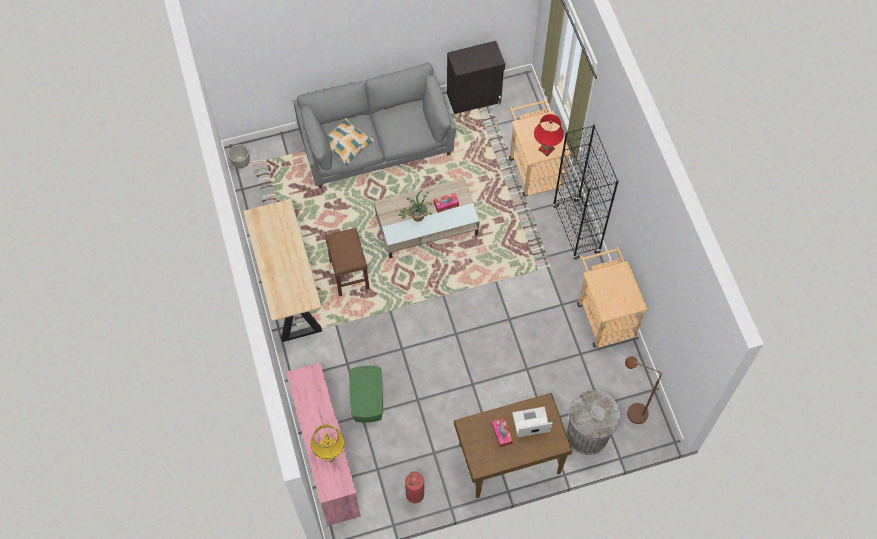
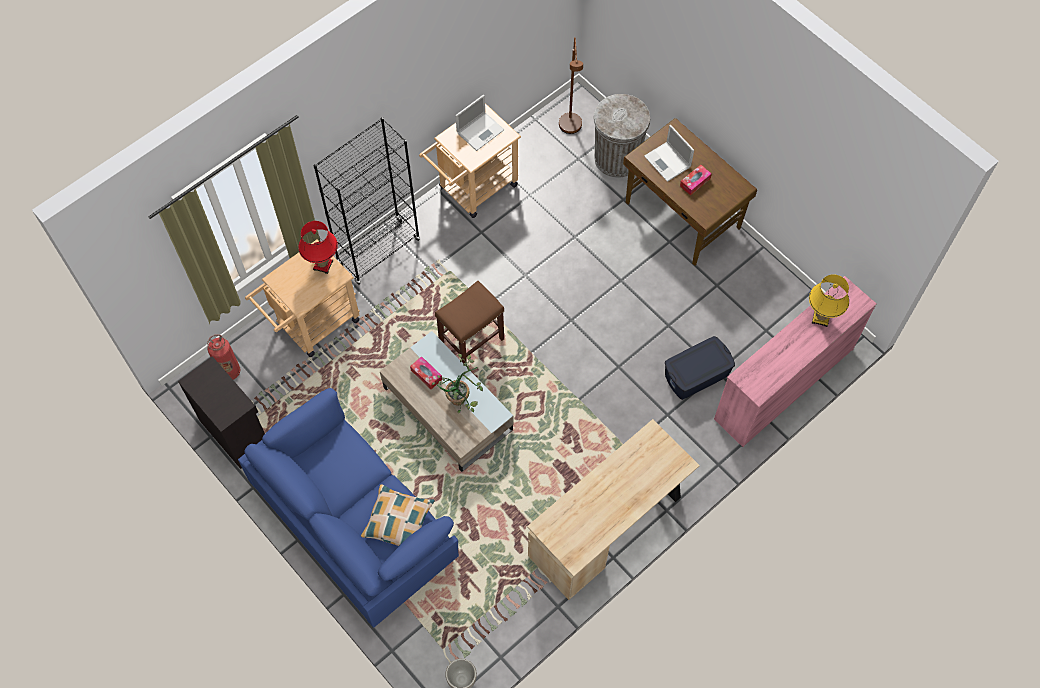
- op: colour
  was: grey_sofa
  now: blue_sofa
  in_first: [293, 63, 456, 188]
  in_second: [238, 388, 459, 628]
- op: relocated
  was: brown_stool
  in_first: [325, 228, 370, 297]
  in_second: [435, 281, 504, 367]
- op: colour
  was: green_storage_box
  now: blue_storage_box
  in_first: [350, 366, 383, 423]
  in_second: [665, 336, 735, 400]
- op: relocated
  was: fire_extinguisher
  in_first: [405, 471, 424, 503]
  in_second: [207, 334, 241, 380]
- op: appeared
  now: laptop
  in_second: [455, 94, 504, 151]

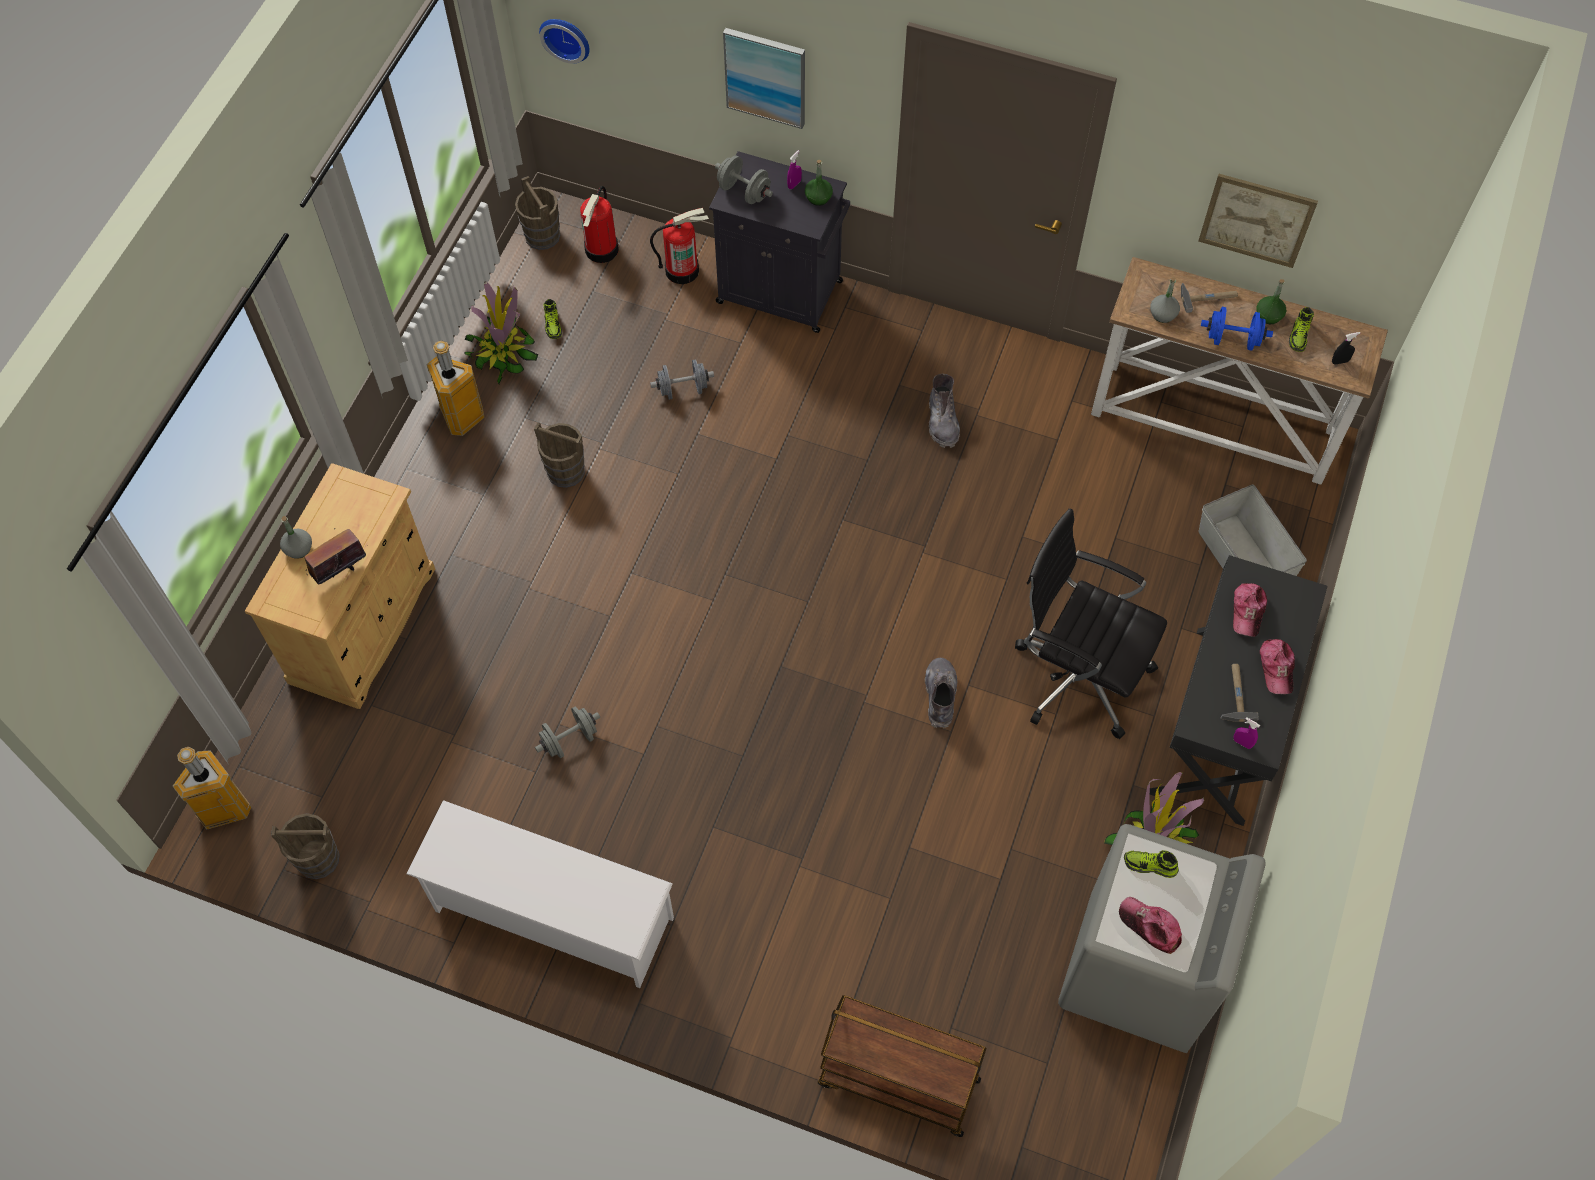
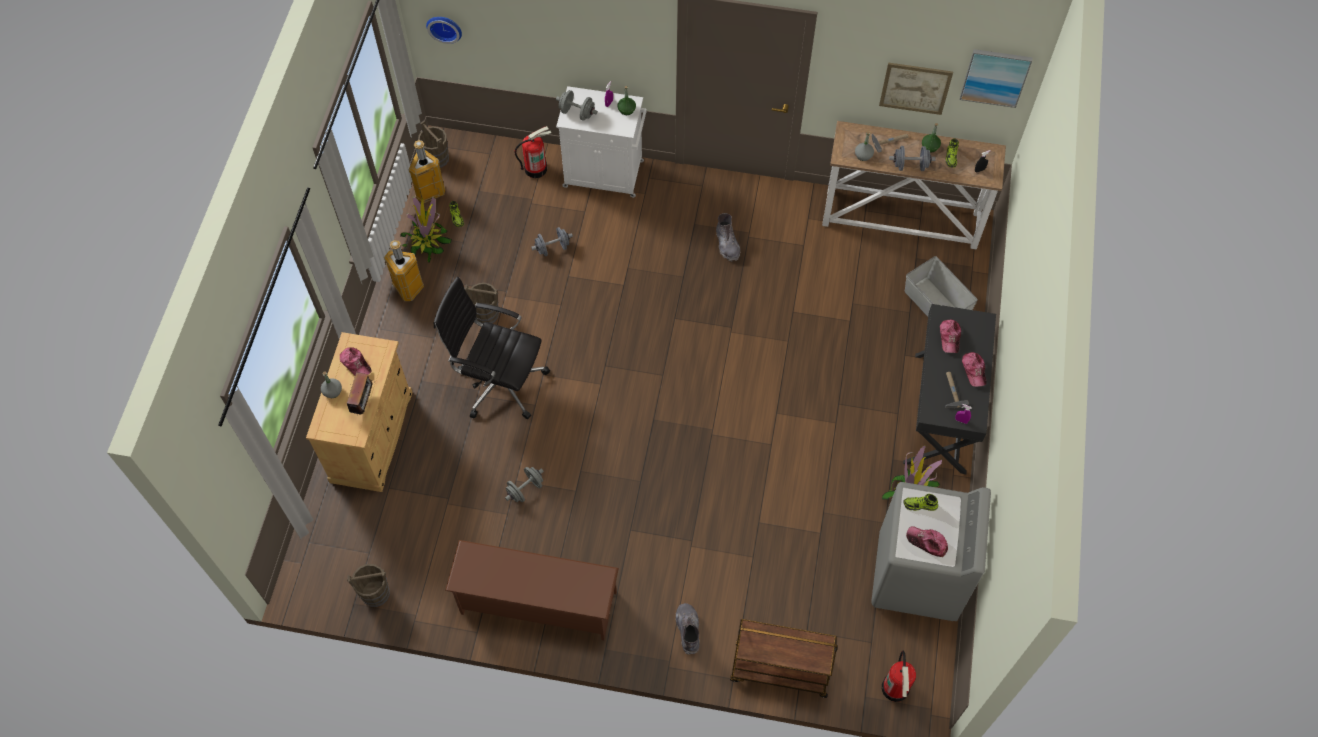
- op: relocated
  was: trash_can
  in_first: [173, 747, 252, 830]
  in_second: [409, 140, 445, 203]
- op: spun
  was: radio
  in_first: [304, 529, 366, 584]
  in_second: [347, 372, 375, 415]
  clockwise: 150
- op: colour
  was: white_shoe_rack
  now: brown_shoe_rack
  in_first: [407, 800, 674, 988]
  in_second: [445, 540, 619, 640]
- op: relocated
  was: fire_extinguisher
  in_first: [580, 186, 619, 263]
  in_second: [882, 651, 916, 702]
- op: colour
  was: black_cabinet
  now: white_cabinet
  in_first: [709, 151, 850, 333]
  in_second: [556, 86, 647, 198]
- op: relocated
  was: picture
  in_first: [723, 28, 805, 129]
  in_second: [960, 49, 1033, 108]
- op: relocated
  was: grey_boot
  in_first: [925, 658, 958, 728]
  in_second: [675, 603, 700, 655]
- op: relocated
  was: black_office_chair
  in_first: [1015, 508, 1167, 739]
  in_second: [433, 277, 550, 419]
- op: colour
  was: blue_dumbbell
  now: grey_dumbbell
  in_first: [1201, 307, 1273, 351]
  in_second: [889, 146, 936, 171]
- op: appeared
  now: cap
  in_second: [340, 347, 372, 375]

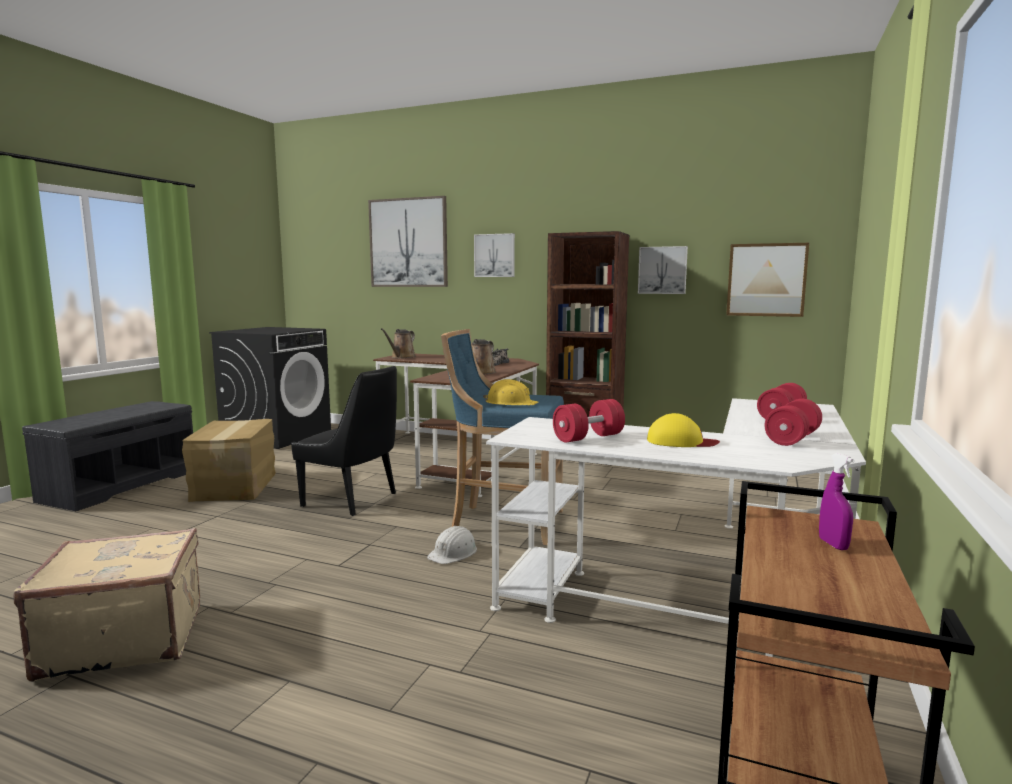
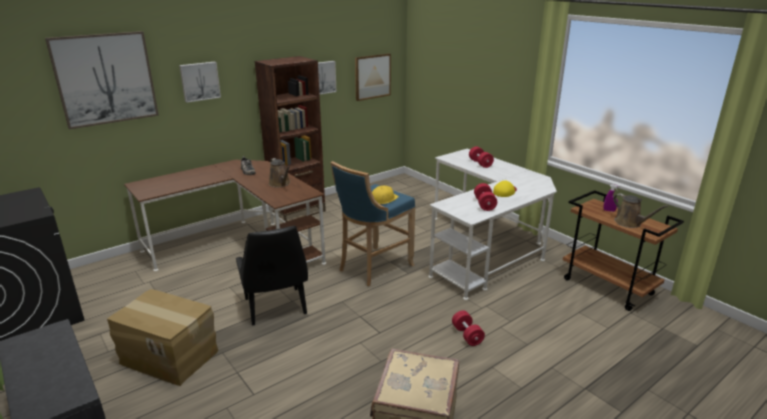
- op: spun
  was: black_chair
  in_first: [291, 366, 397, 516]
  in_second: [236, 226, 308, 325]
  clockwise: 105
- op: relocated
  was: brown_watering_can
  in_first: [381, 328, 416, 359]
  in_second: [613, 193, 669, 228]
- op: missing
  was: white_hard_hat
  in_first: [427, 526, 477, 564]
- op: relocated
  was: red_dumbbell
  in_first: [764, 399, 822, 446]
  in_second: [452, 310, 485, 346]

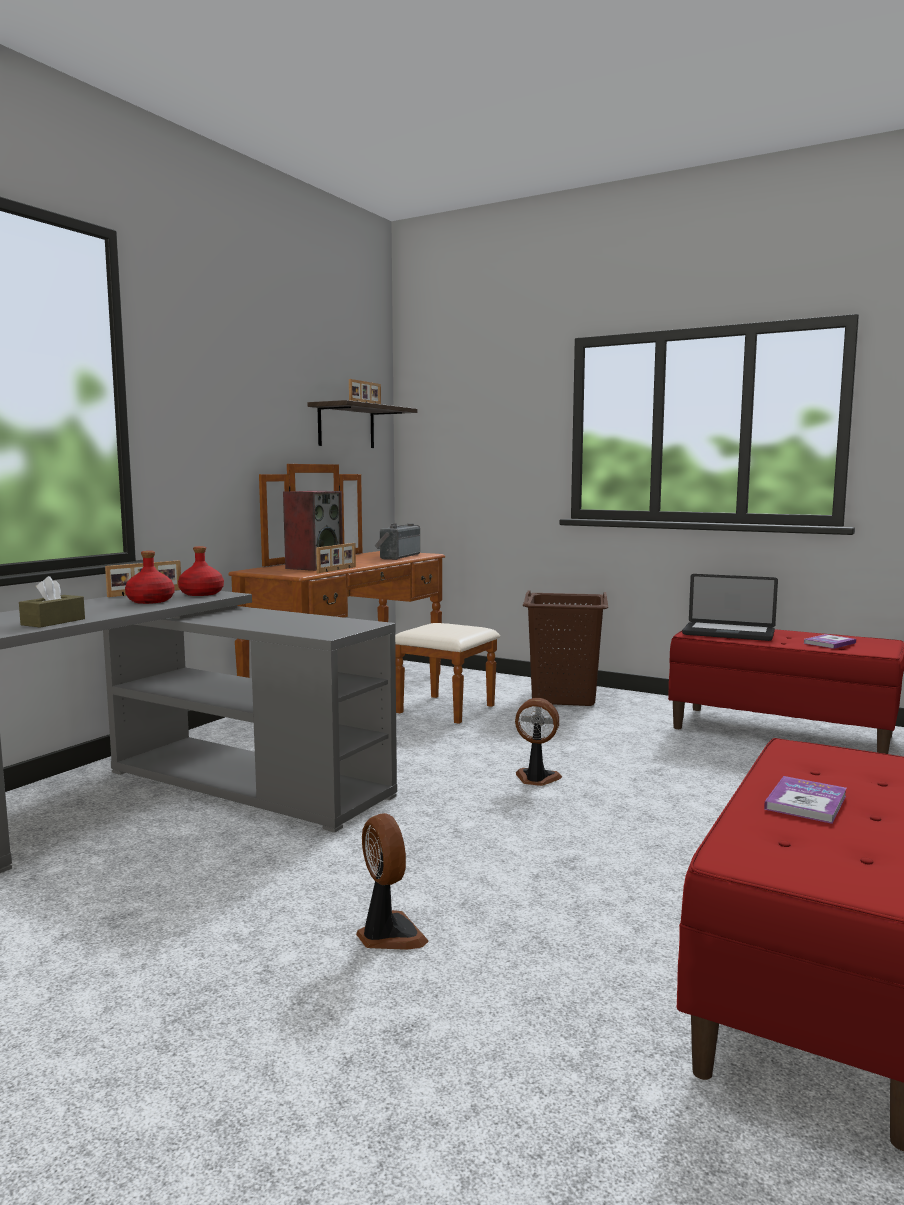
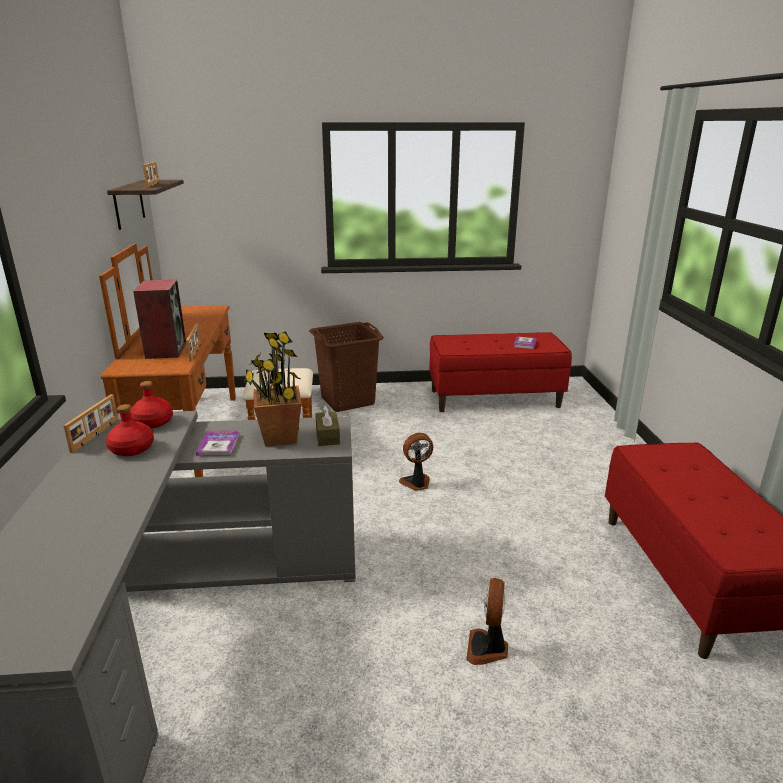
- op: relocated
  was: brown_tissue_box
  in_first: [19, 576, 85, 628]
  in_second: [315, 405, 340, 446]
- op: spun
  was: fan
  in_first: [356, 813, 429, 950]
  in_second: [466, 578, 508, 665]
  clockwise: -105
- op: missing
  was: radio
  in_first: [374, 523, 420, 560]
- op: missing
  was: laptop
  in_first: [682, 574, 778, 641]
- op: relocated
  was: book
  in_first: [764, 776, 847, 824]
  in_second: [196, 430, 240, 456]
- op: appeared
  now: potted_plant
  in_second: [244, 331, 302, 446]

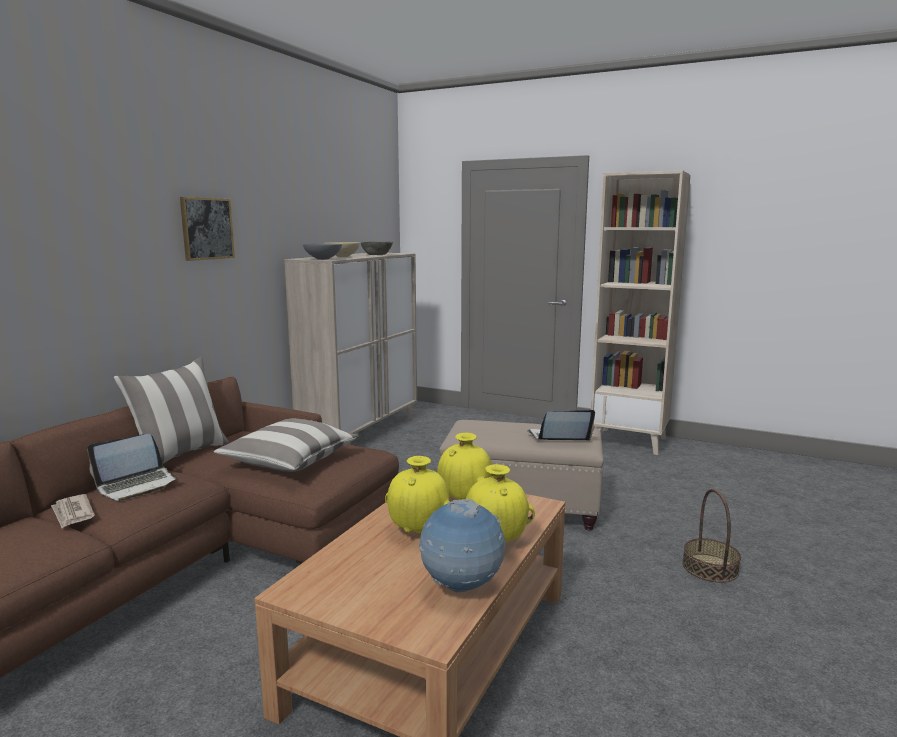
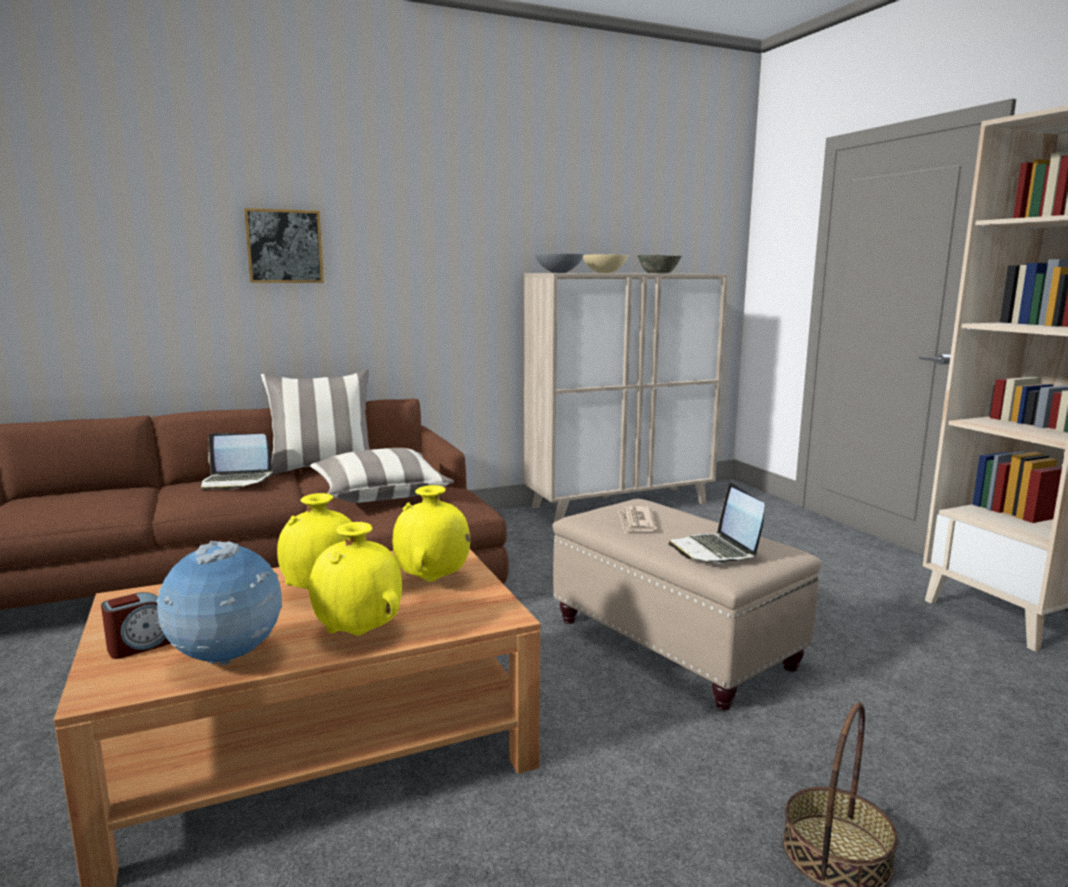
- op: relocated
  was: newspaper
  in_first: [51, 494, 95, 528]
  in_second: [618, 506, 657, 533]
- op: relocated
  was: picture
  in_first: [180, 197, 235, 261]
  in_second: [244, 208, 324, 283]
- op: spun
  was: laptop
  in_first: [527, 410, 595, 441]
  in_second: [669, 483, 765, 564]
  clockwise: -135
- op: appeared
  now: alarm_clock
  in_second: [101, 592, 171, 659]

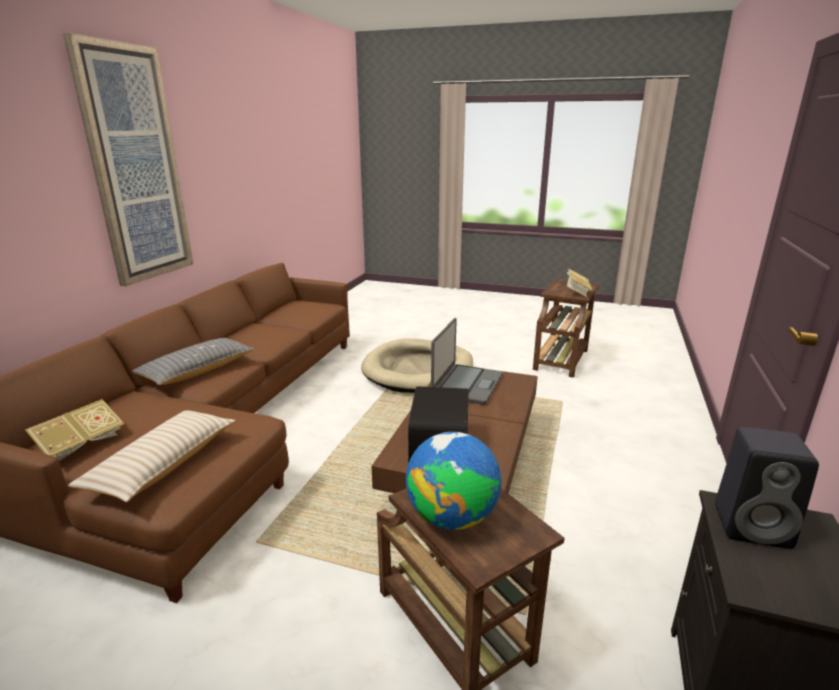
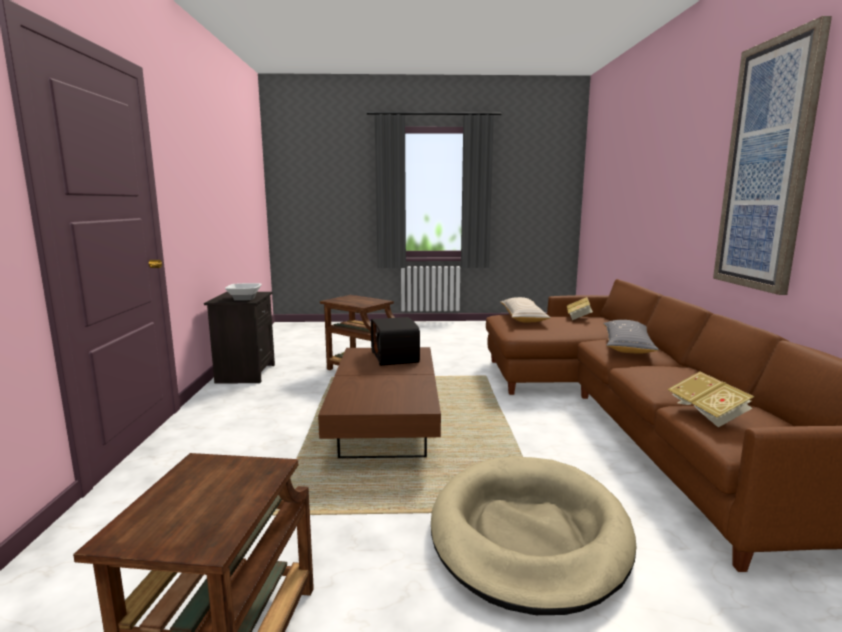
- op: missing
  was: globe
  in_first: [406, 432, 501, 530]
- op: missing
  was: laptop
  in_first: [431, 318, 502, 405]
- op: relocated
  was: book
  in_first: [565, 268, 593, 296]
  in_second: [667, 371, 754, 427]
- op: exchanged
  was: black_speaker
  now: bowl
  in_first: [715, 427, 819, 549]
  in_second: [225, 283, 262, 301]

